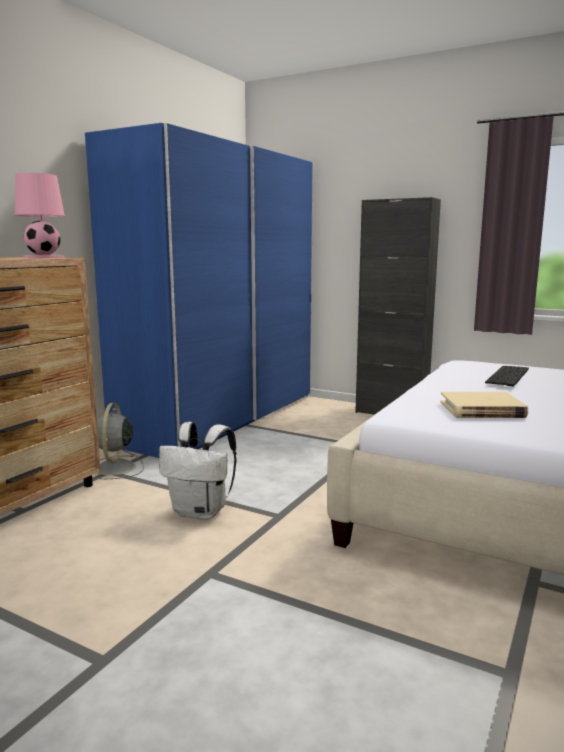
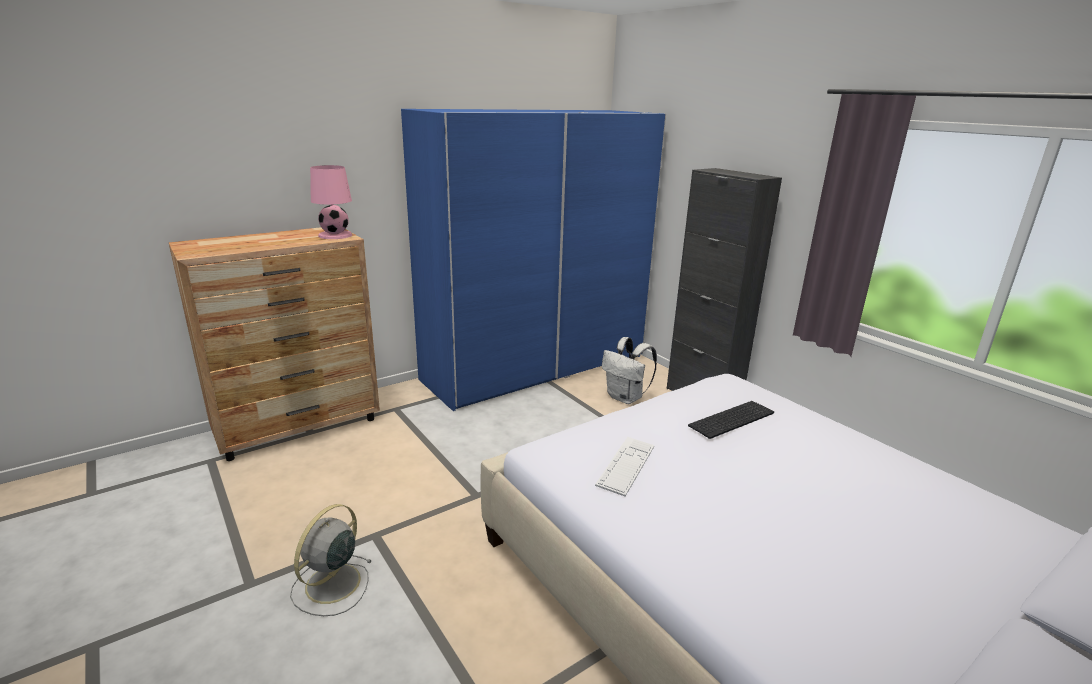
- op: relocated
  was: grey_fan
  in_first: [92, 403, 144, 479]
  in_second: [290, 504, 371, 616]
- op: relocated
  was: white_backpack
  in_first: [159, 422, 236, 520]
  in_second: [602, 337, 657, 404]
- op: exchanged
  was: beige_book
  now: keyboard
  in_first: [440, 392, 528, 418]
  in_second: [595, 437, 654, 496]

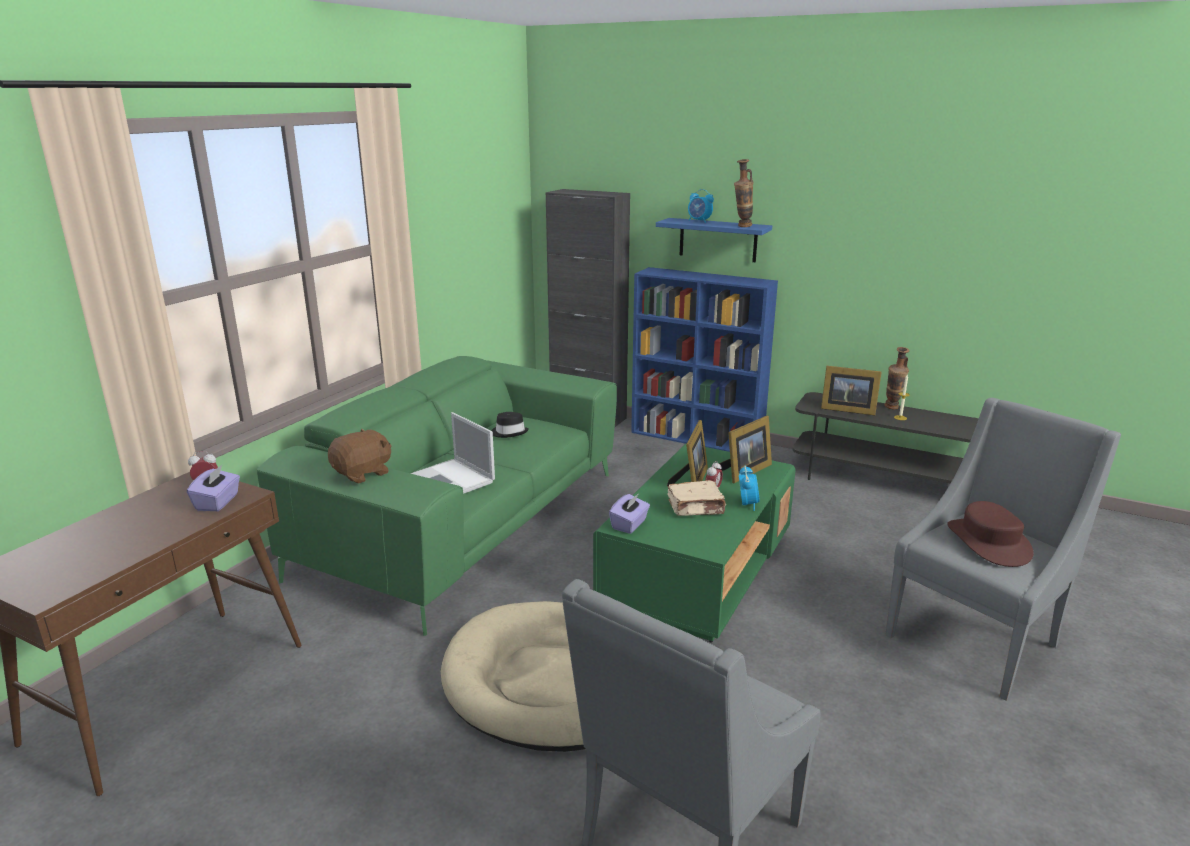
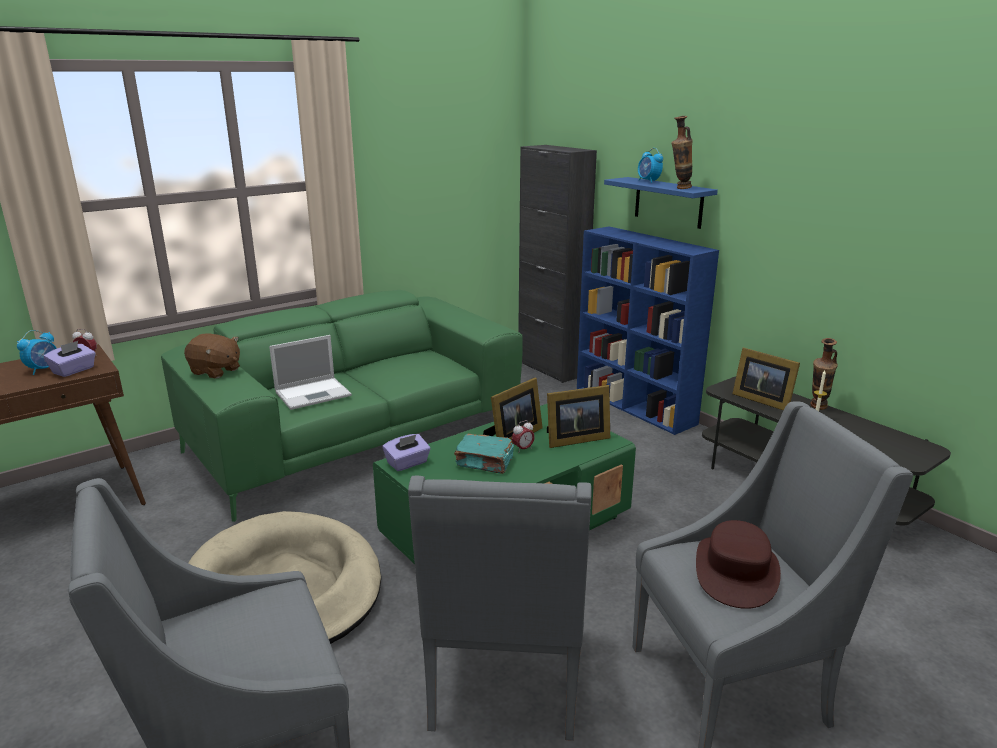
- op: spun
  was: brown_plush_toy
  in_first: [328, 428, 391, 483]
  in_second: [184, 333, 240, 378]
  clockwise: 45
- op: spun
  was: laptop
  in_first: [411, 412, 495, 494]
  in_second: [269, 335, 352, 410]
  clockwise: -105
- op: missing
  was: black_hat
  in_first: [491, 412, 529, 438]
- op: colour
  was: beige_book
  now: turquoise_book
  in_first: [667, 480, 727, 516]
  in_second: [454, 434, 514, 474]
- op: relocated
  was: alarm_clock
  in_first: [739, 466, 760, 511]
  in_second: [17, 330, 57, 375]
- op: appeared
  now: grey_armchair
  in_second: [408, 476, 592, 741]

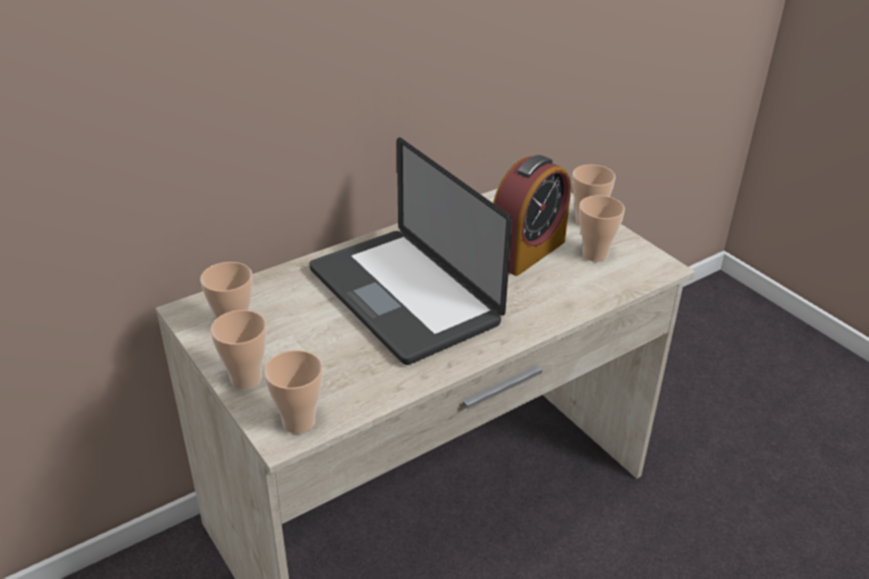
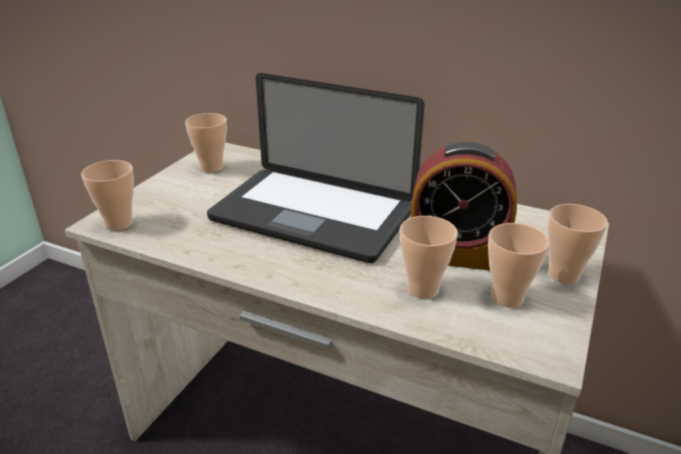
- op: relocated
  was: cup
  in_first: [210, 310, 267, 389]
  in_second: [400, 216, 458, 299]
- op: spun
  was: laptop
  in_first: [309, 137, 512, 365]
  in_second: [207, 73, 425, 263]
  clockwise: -90

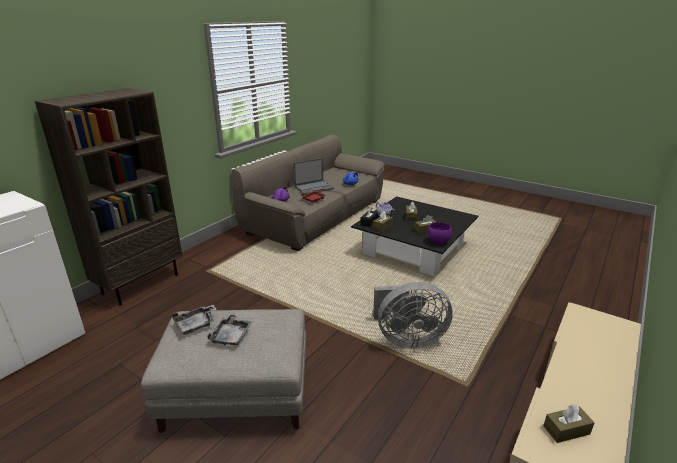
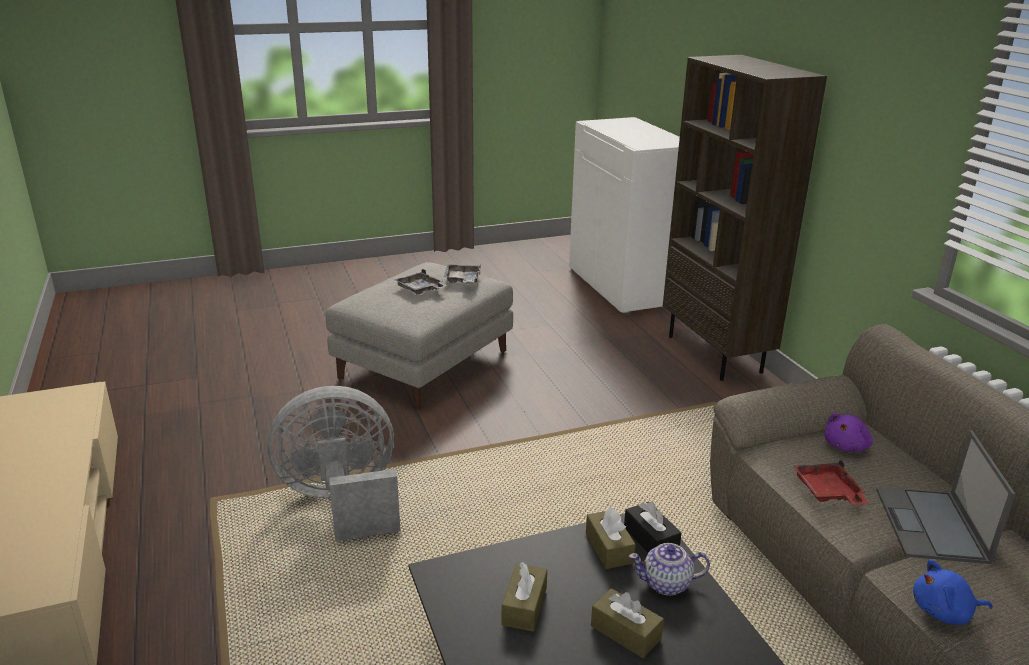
- op: spun
  was: grey_fan
  in_first: [373, 282, 453, 348]
  in_second: [267, 386, 400, 541]
  clockwise: 45
- op: missing
  was: purple_bowl
  in_first: [427, 222, 452, 244]
- op: missing
  was: brown_tissue_box
  in_first: [543, 404, 595, 443]

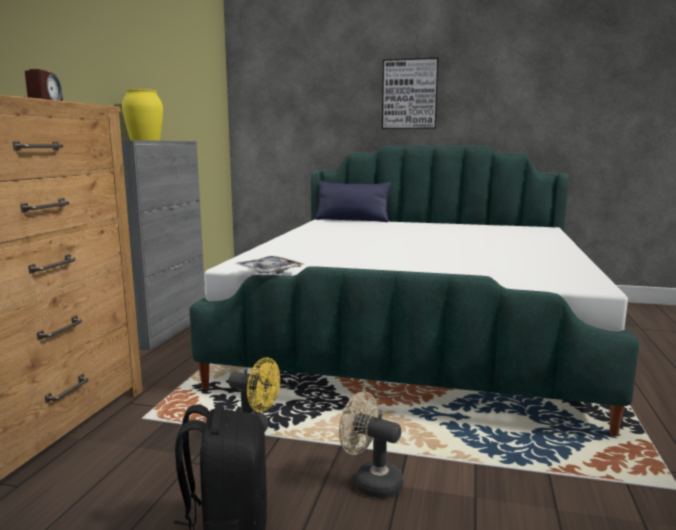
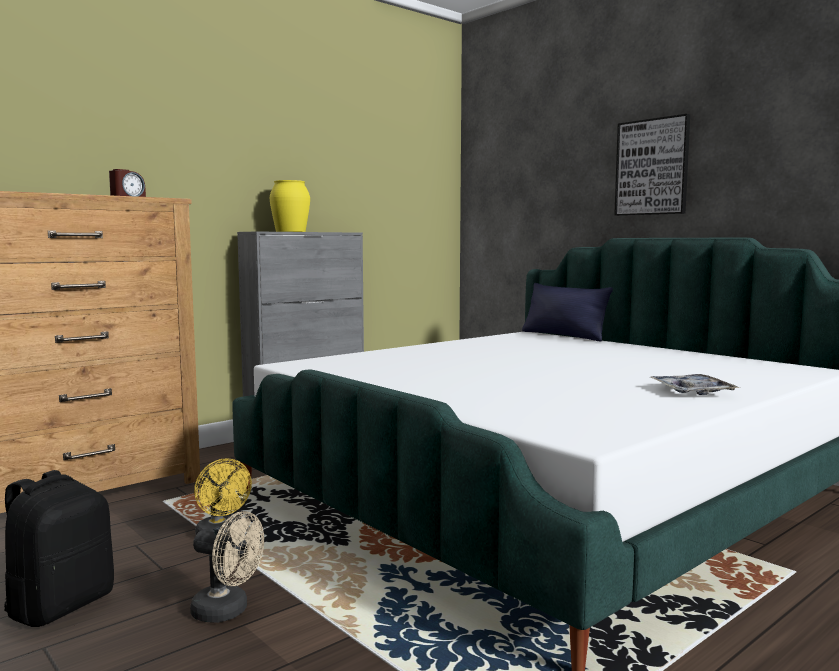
- op: relocated
  was: tray
  in_first: [234, 256, 304, 274]
  in_second: [650, 374, 740, 395]
- op: spun
  was: beige_fan
  in_first: [339, 392, 403, 498]
  in_second: [190, 511, 264, 623]
  clockwise: 135

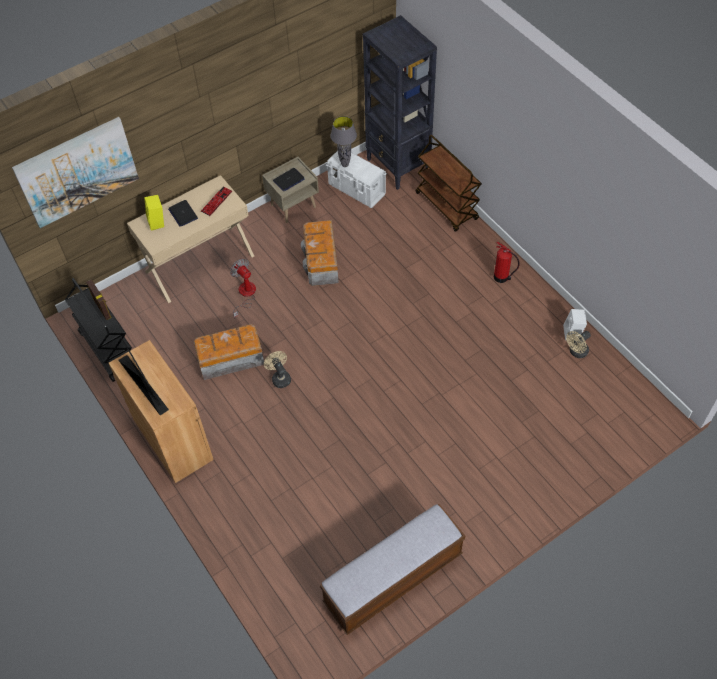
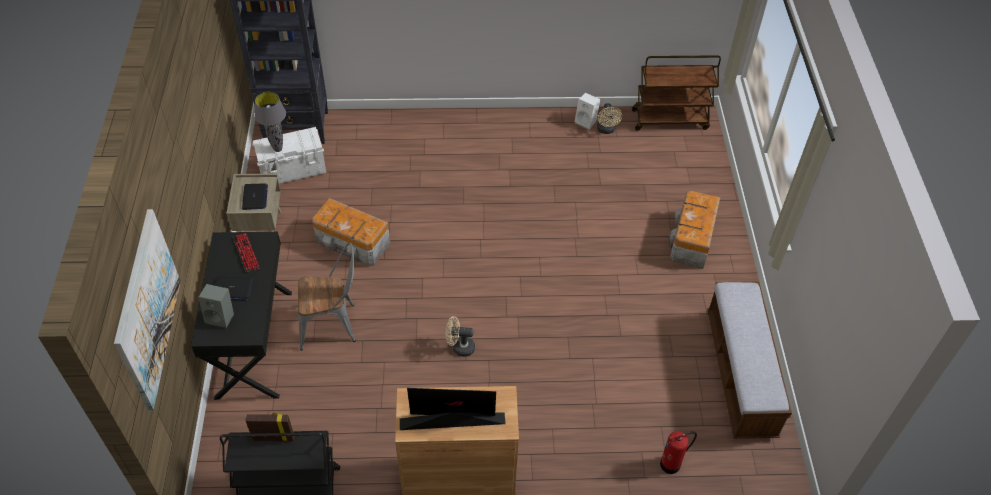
- op: colour
  was: beige_desk
  now: black_desk
  in_first: [127, 175, 254, 303]
  in_second: [191, 232, 292, 400]
- op: colour
  was: yellow_speaker
  now: grey_speaker
  in_first: [144, 195, 164, 231]
  in_second: [198, 284, 234, 329]
- op: relocated
  was: storage_box
  in_first: [194, 324, 264, 380]
  in_second: [670, 191, 720, 269]
- op: exchanged
  was: fan
  now: grey_chair
  in_first: [230, 259, 256, 319]
  in_second: [298, 243, 356, 350]
- op: relocated
  was: brown_cart
  in_first: [415, 135, 482, 232]
  in_second: [632, 55, 721, 131]
- op: relocated
  was: fire_extinguisher
  in_first: [494, 242, 520, 283]
  in_second: [660, 431, 697, 474]

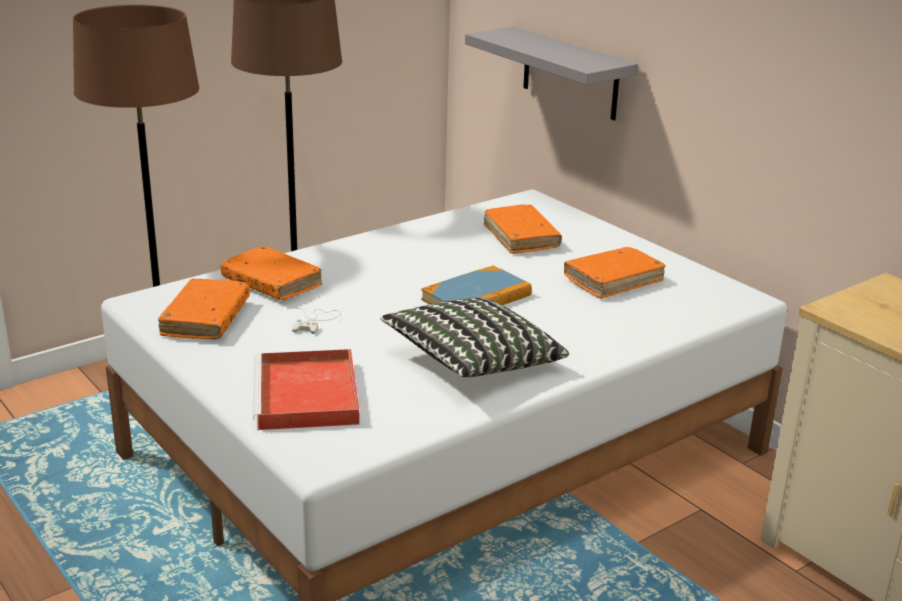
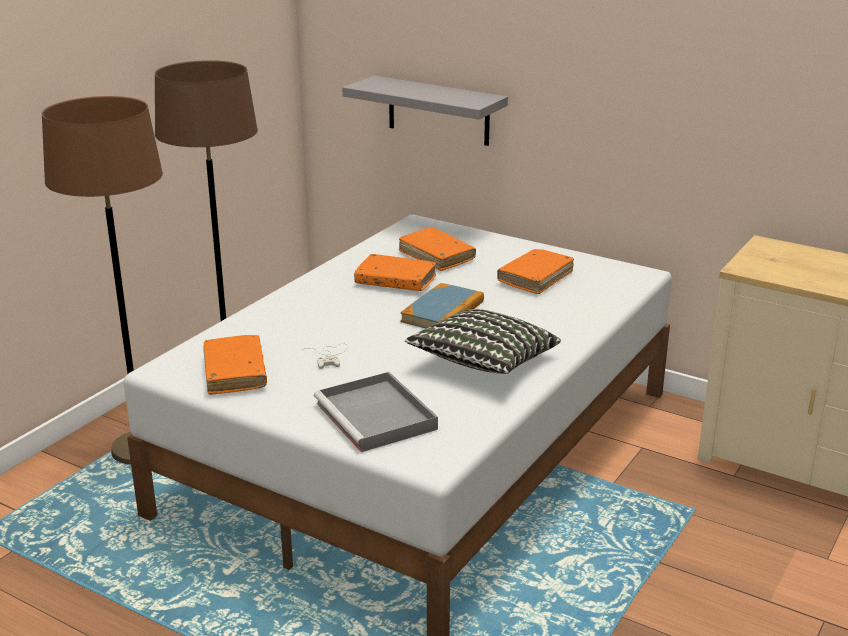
- op: relocated
  was: orange_book
  in_first: [220, 246, 322, 300]
  in_second: [354, 254, 436, 291]
- op: colour
  was: red_tray
  now: grey_tray
  in_first: [253, 349, 360, 430]
  in_second: [314, 372, 438, 452]

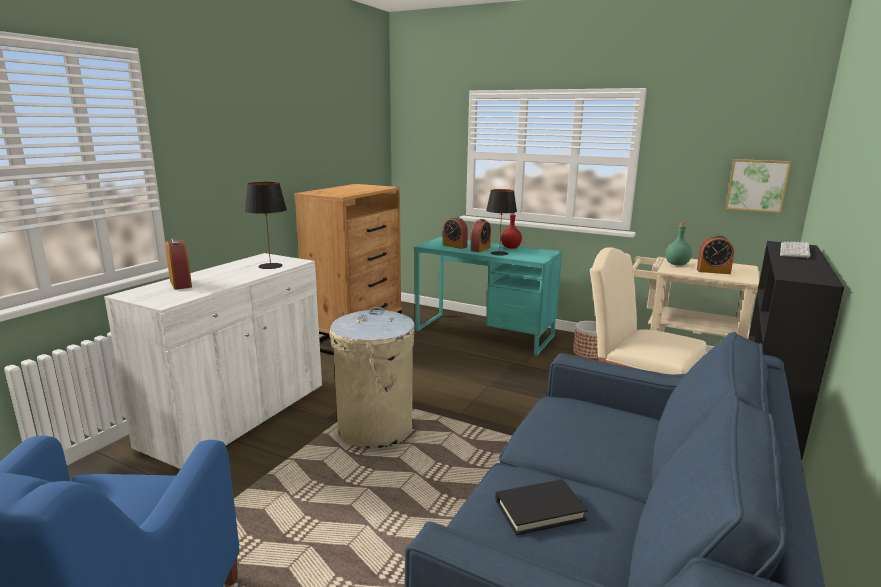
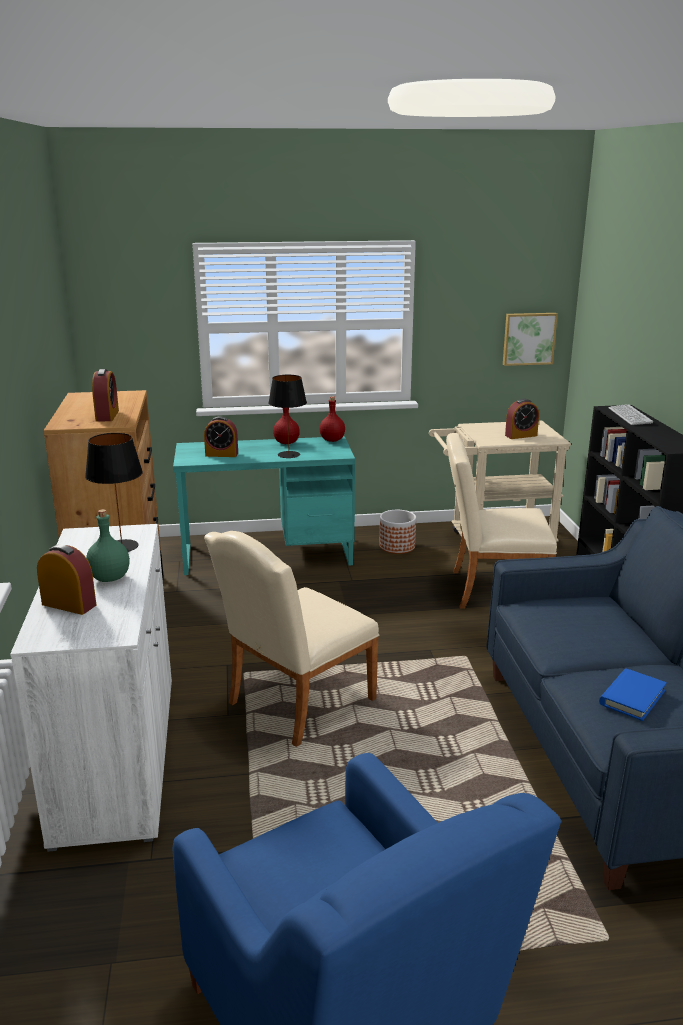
- op: exchanged
  was: beige_trash_can
  now: beige_chair
  in_first: [329, 307, 415, 448]
  in_second: [204, 531, 380, 747]
- op: relocated
  was: alarm_clock
  in_first: [471, 219, 491, 252]
  in_second: [92, 369, 119, 422]
- op: colour
  was: black_book
  now: blue_book
  in_first: [495, 479, 588, 535]
  in_second: [599, 668, 667, 721]
- op: relocated
  was: green_bottle
  in_first: [665, 222, 692, 266]
  in_second: [86, 509, 130, 582]
- op: appeared
  now: red_bottle
  in_second: [320, 396, 345, 442]

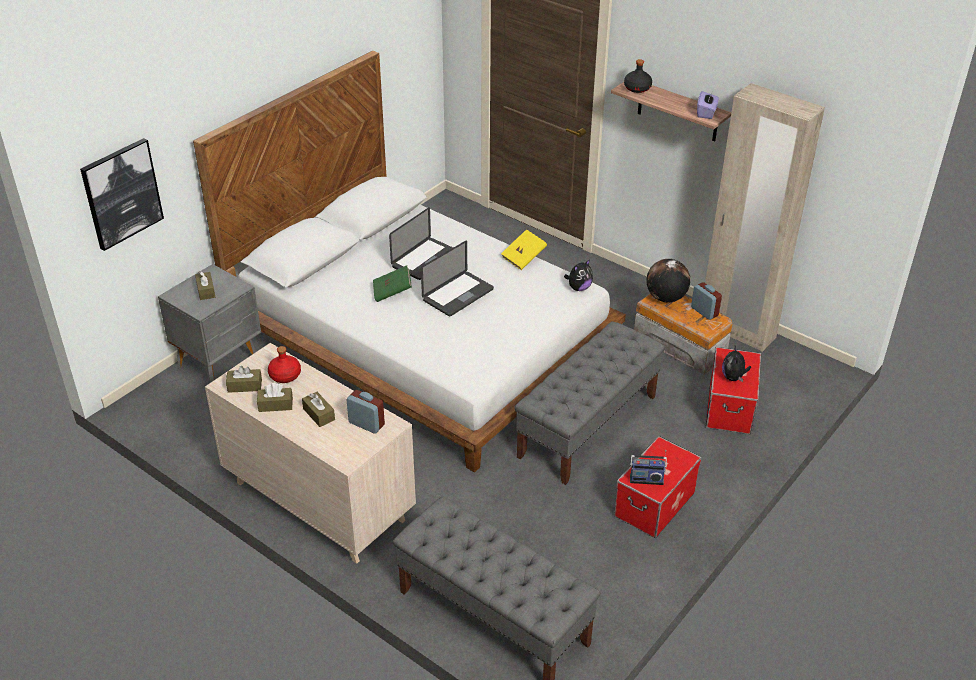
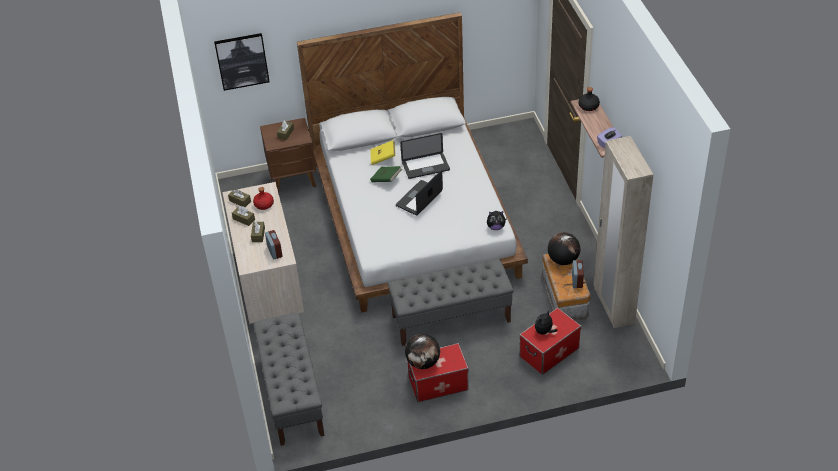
- op: colour
  was: grey_nightstand
  now: brown_nightstand
  in_first: [158, 264, 261, 383]
  in_second: [260, 118, 316, 193]
- op: spun
  was: laptop
  in_first: [421, 241, 494, 317]
  in_second: [396, 170, 443, 215]
  clockwise: 135
- op: relocated
  was: yellow_book
  in_first: [501, 229, 547, 270]
  in_second: [370, 140, 396, 165]
- op: exchanged
  was: radio
  now: globe
  in_first: [630, 450, 667, 485]
  in_second: [405, 334, 440, 369]

